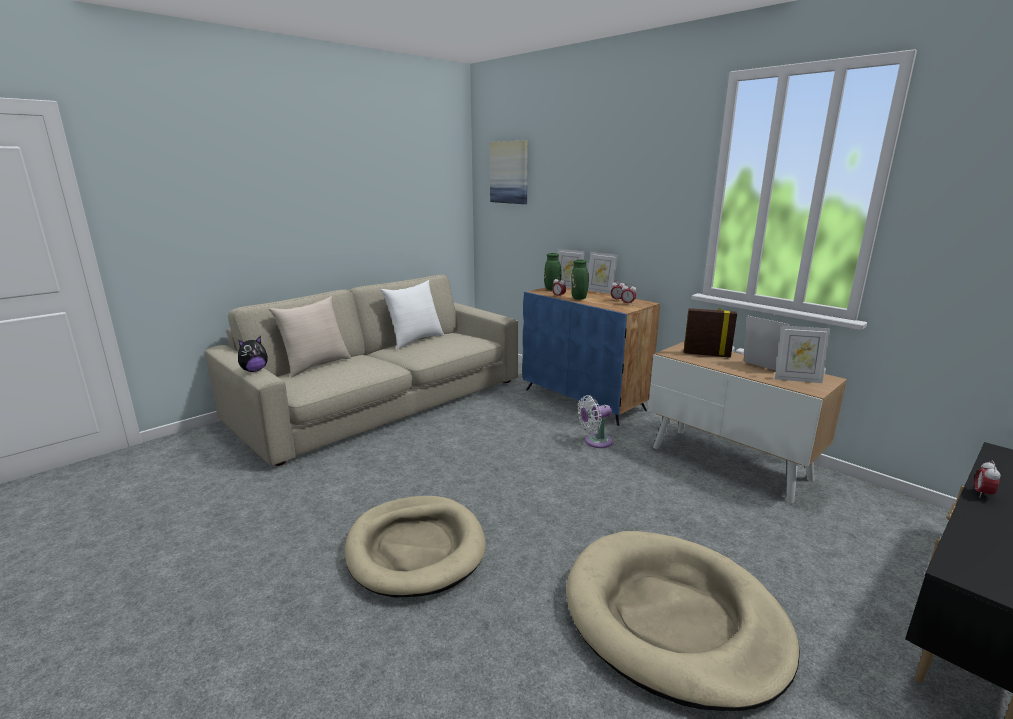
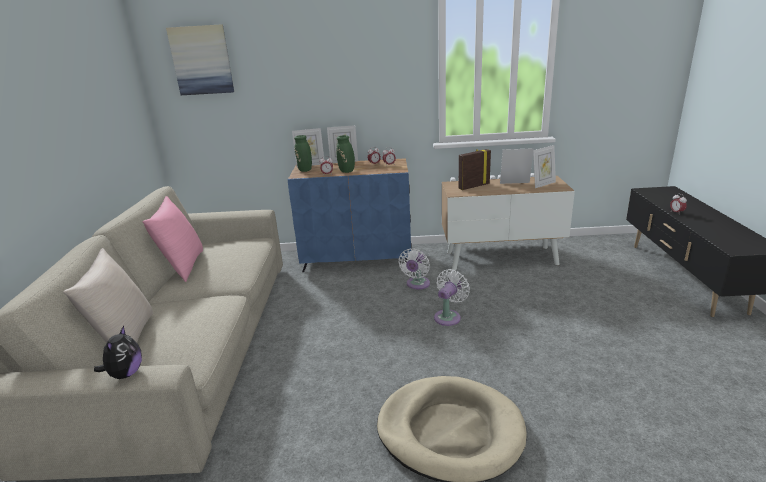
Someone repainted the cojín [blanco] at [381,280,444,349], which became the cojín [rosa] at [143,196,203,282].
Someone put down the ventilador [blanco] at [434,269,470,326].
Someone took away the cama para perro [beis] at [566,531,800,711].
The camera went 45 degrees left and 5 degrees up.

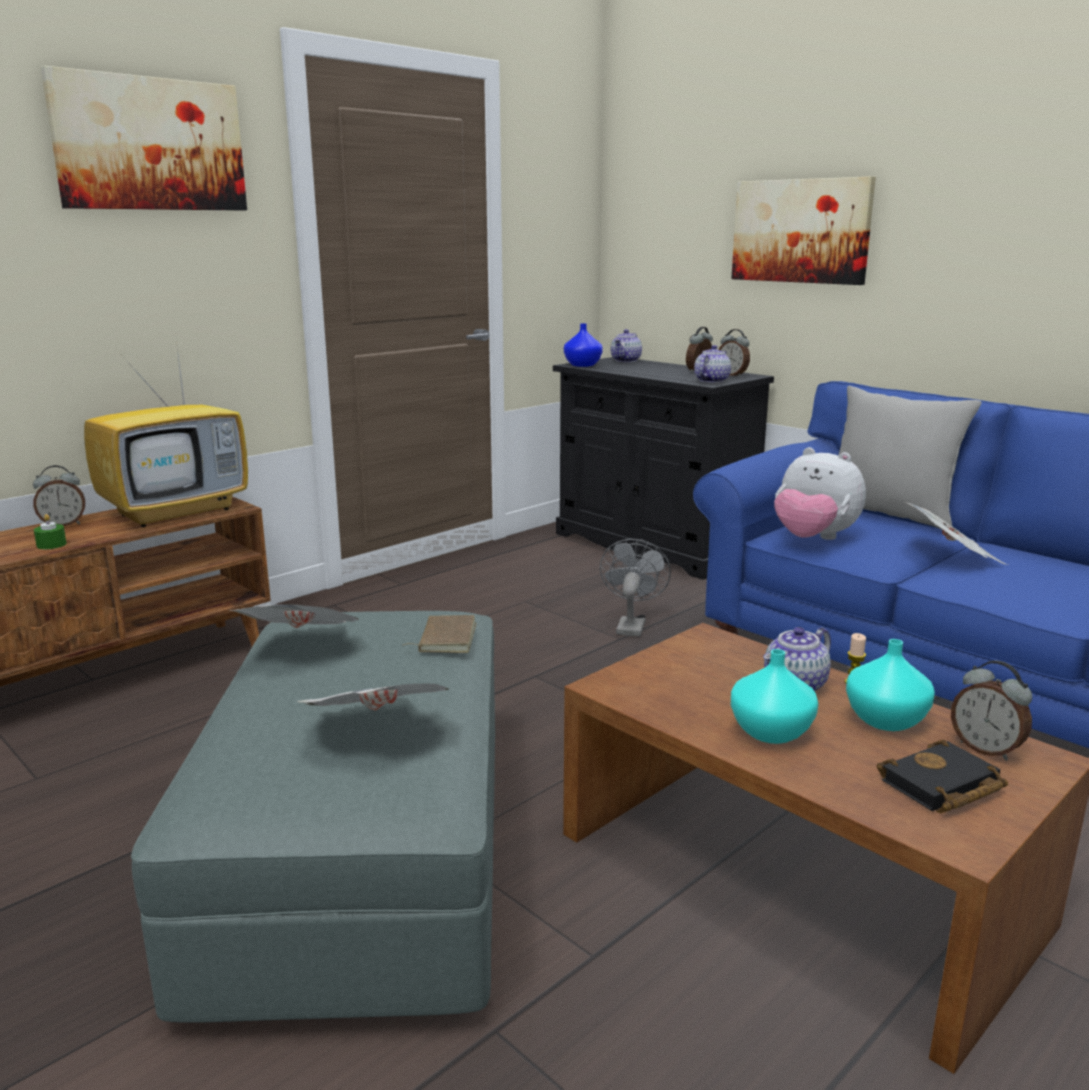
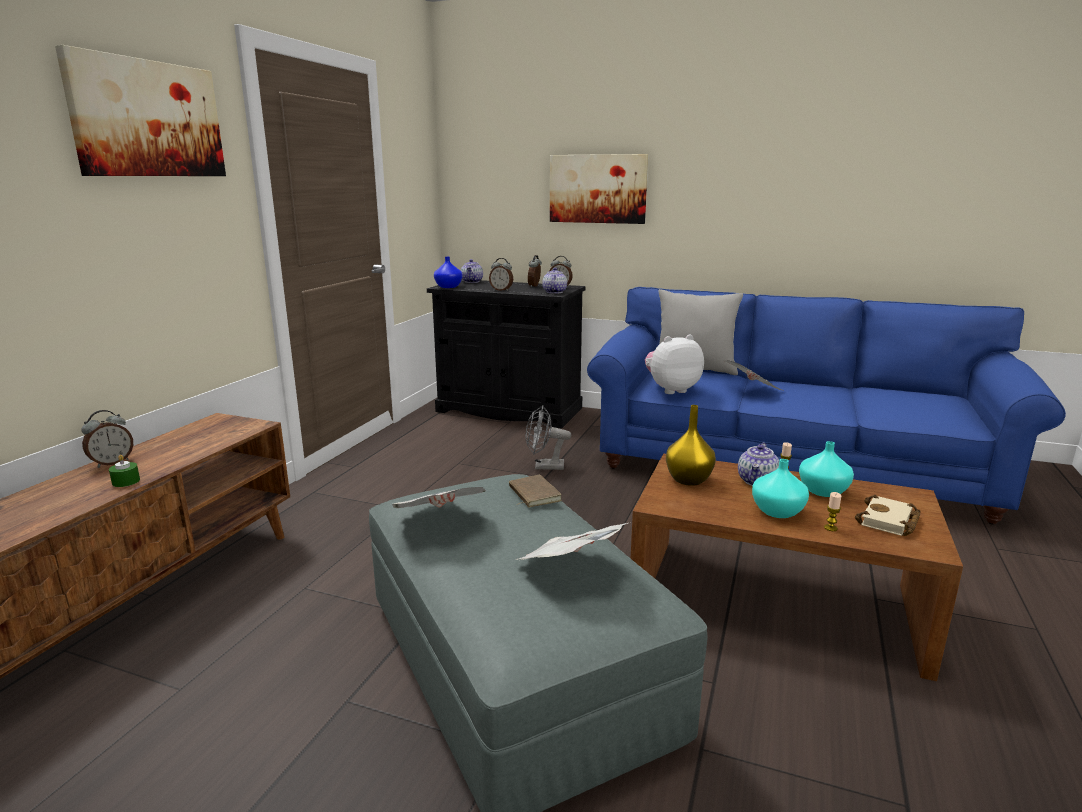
Someone carried the despertador from [951,660,1032,761] to [489,258,513,291].
Someone rotated the ventilador [gris] at [600,539,671,636] by 75 degrees counterclockwise.
Someone rotated the peluche at [774,447,866,540] by 150 degrees clockwise.
Someone put down the florero [amarillo] at [666,405,716,486].
Someone put down the vela at [824,492,841,531].
Someone repainted the libro [negro] at [877,740,1008,813], which became the libro [beis] at [855,495,920,536].
Someone took away the televisor at [84,333,248,527].
The camera went 25 degrees left and 0 degrees up.

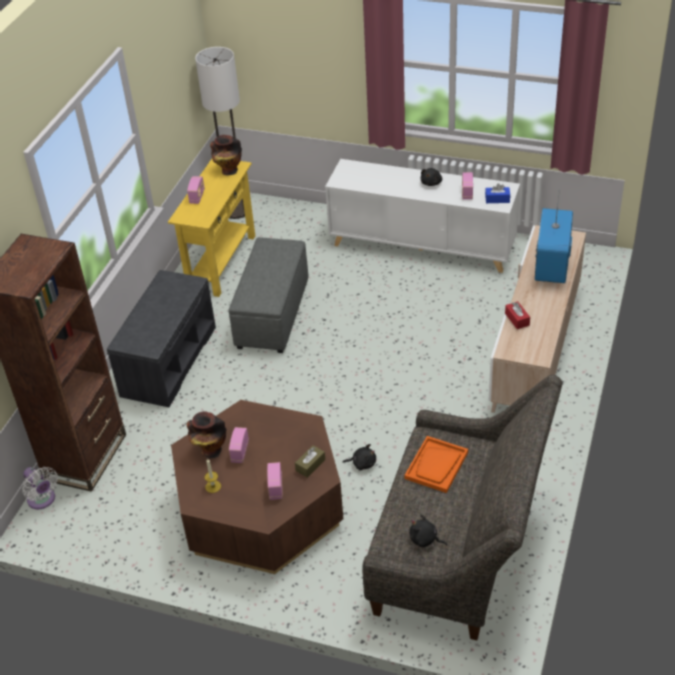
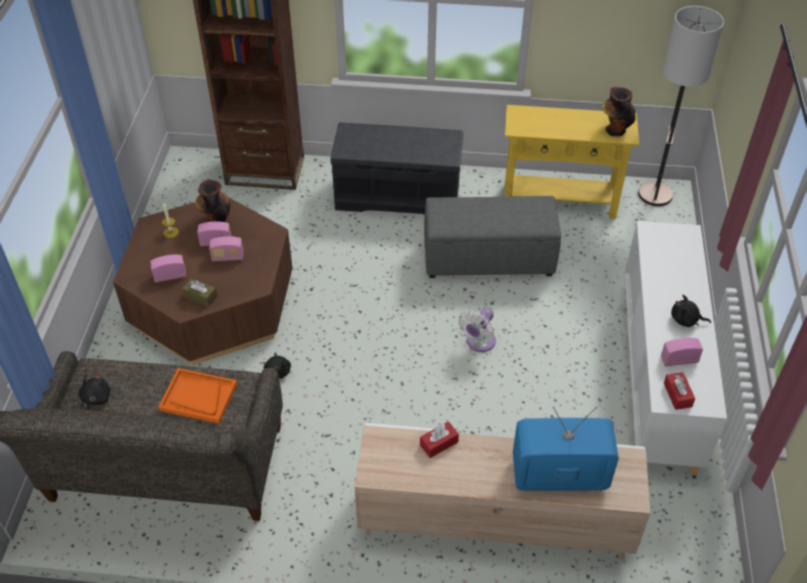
Someone carried the radio from [187,176,205,204] to [209,236,243,261].
Someone carried the ventilador [blanco] from [22,467,58,509] to [458,308,496,352].
Someone repainted the caja de pañuelos [azul] at [485,183,510,203], which became the caja de pañuelos [rojo] at [664,372,695,410].
The camera went 75 degrees right and 5 degrees up.

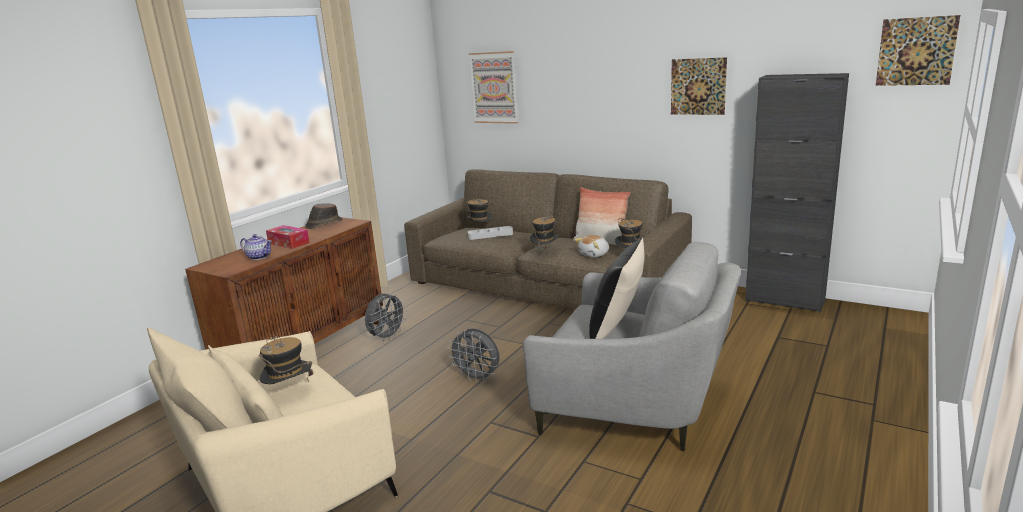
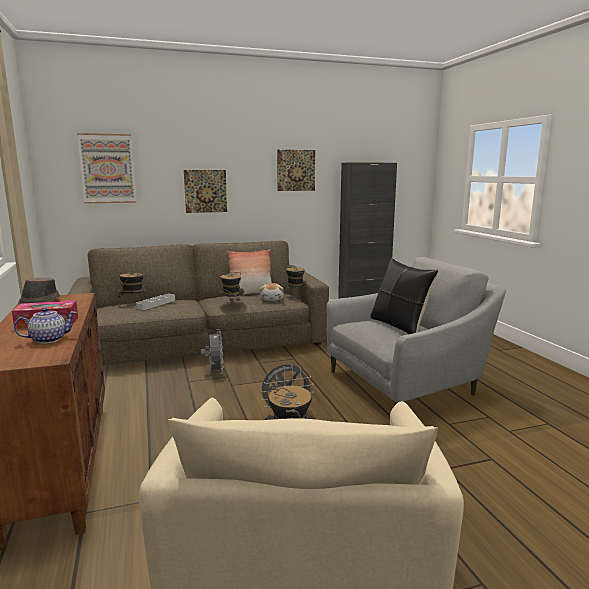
Someone carried the cuadro from [876,15,960,86] to [184,170,227,213].
Someone carried the ventilador [gris] from [365,292,407,341] to [201,329,224,374].
The camera went 50 degrees left and 5 degrees down.

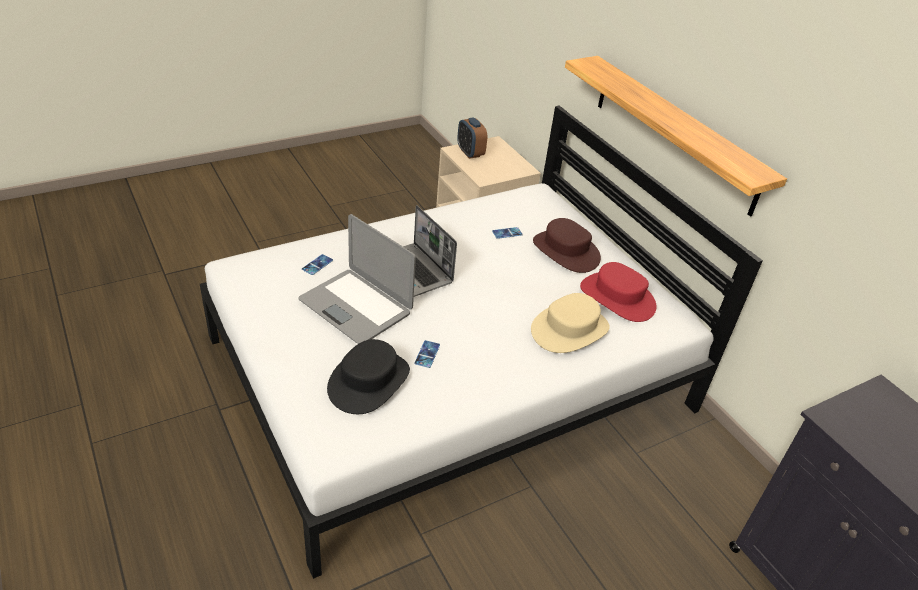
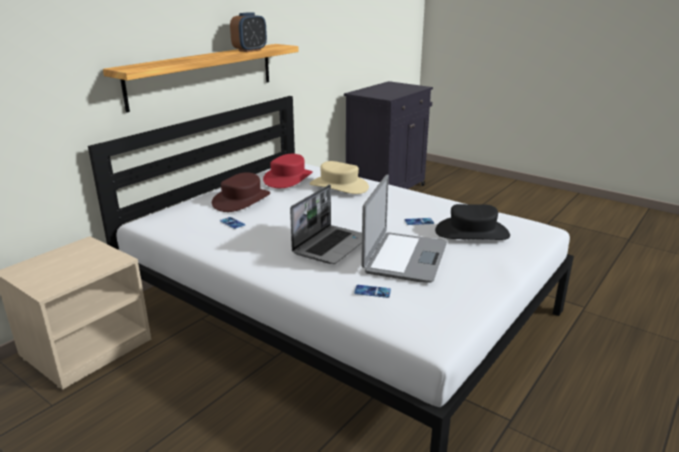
Someone carried the despertador from [457,117,487,159] to [230,12,267,52].
The camera went 110 degrees left and 15 degrees down.

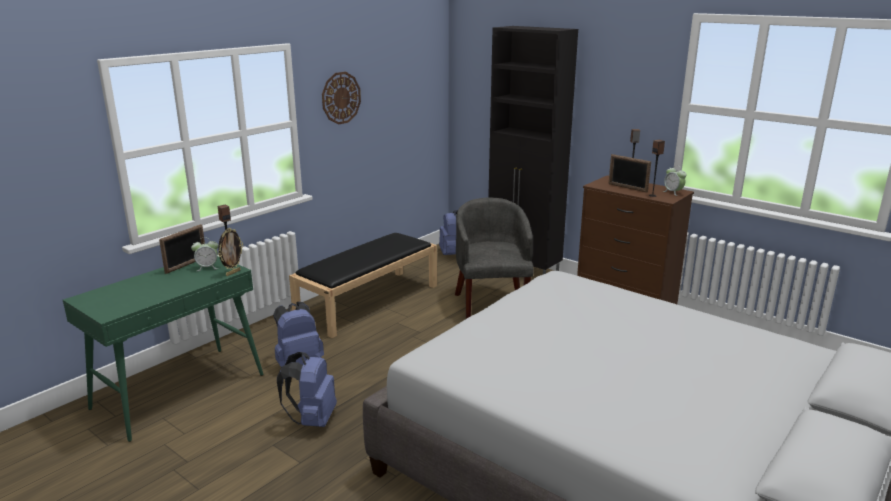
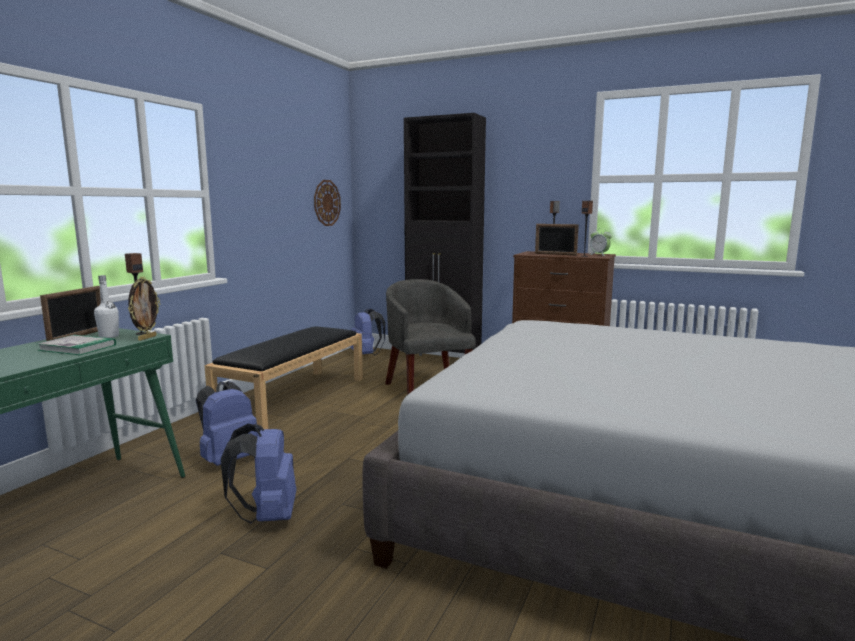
Someone put down the libro at [37,335,116,355].
Someone swapped the despertador at [191,238,219,271] for the botella [blanco] at [94,275,119,338].
Someone carried the reloj de pared from [322,72,361,125] to [314,180,341,226].
The camera went 15 degrees left and 10 degrees down.

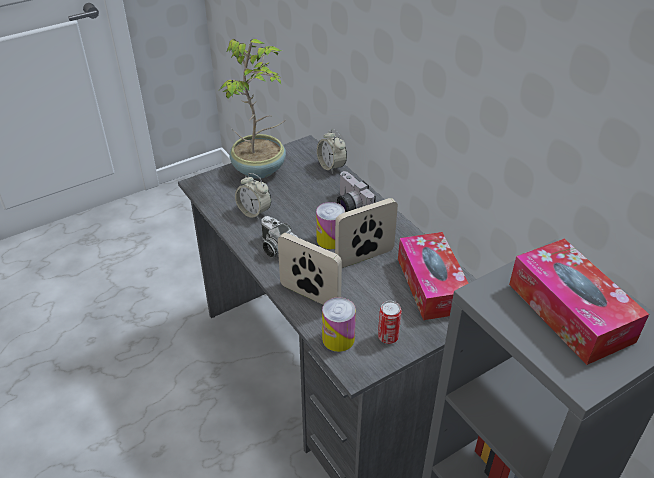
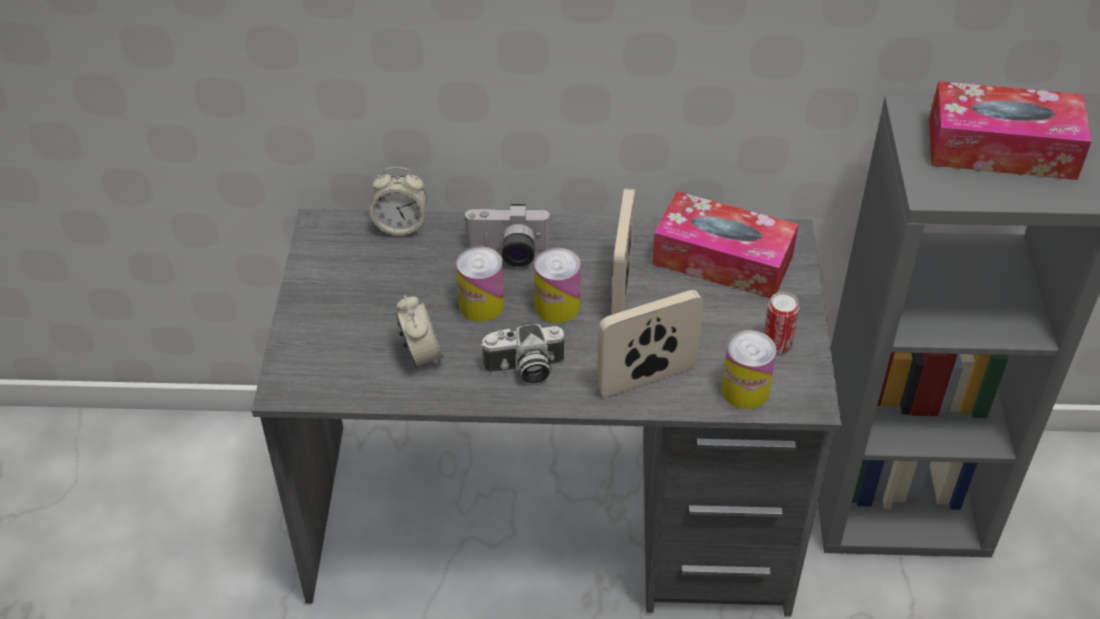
Someone rotated the despertador at [235,173,271,219] by 90 degrees counterclockwise.
Someone put down the lata at [456,246,504,322].
Someone took away the planta en maceta at [220,39,286,179].
The camera went 55 degrees left and 5 degrees up.

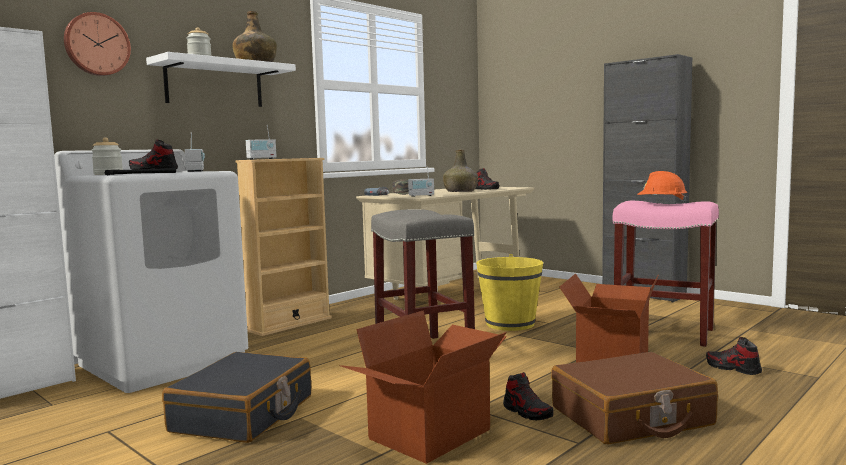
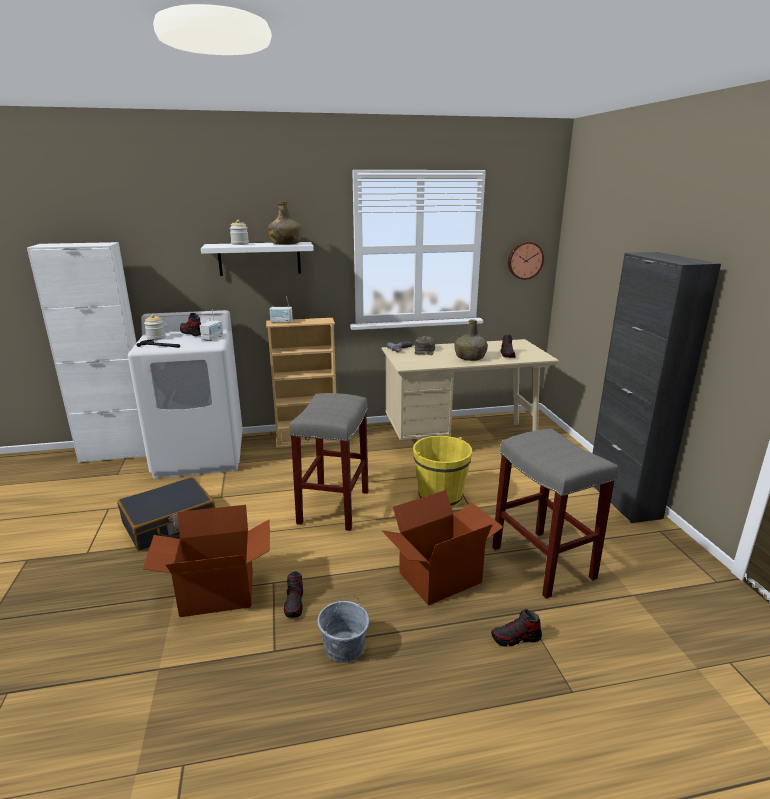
Someone swapped the maleta [marrón] at [551,352,718,444] for the cubo [gris] at [318,595,369,663].
Someone rotated the zapato at [706,337,762,375] by 90 degrees counterclockwise.
Someone repainted the taburete [rosa] at [613,201,719,347], which became the taburete [gris] at [492,429,618,599].
Someone carried the reloj de pared from [64,12,131,76] to [508,241,544,280].
Someone took away the radio at [408,166,434,197].
Someone took away the casco [naranja] at [637,171,688,203].
The camera went 35 degrees right and 15 degrees up.

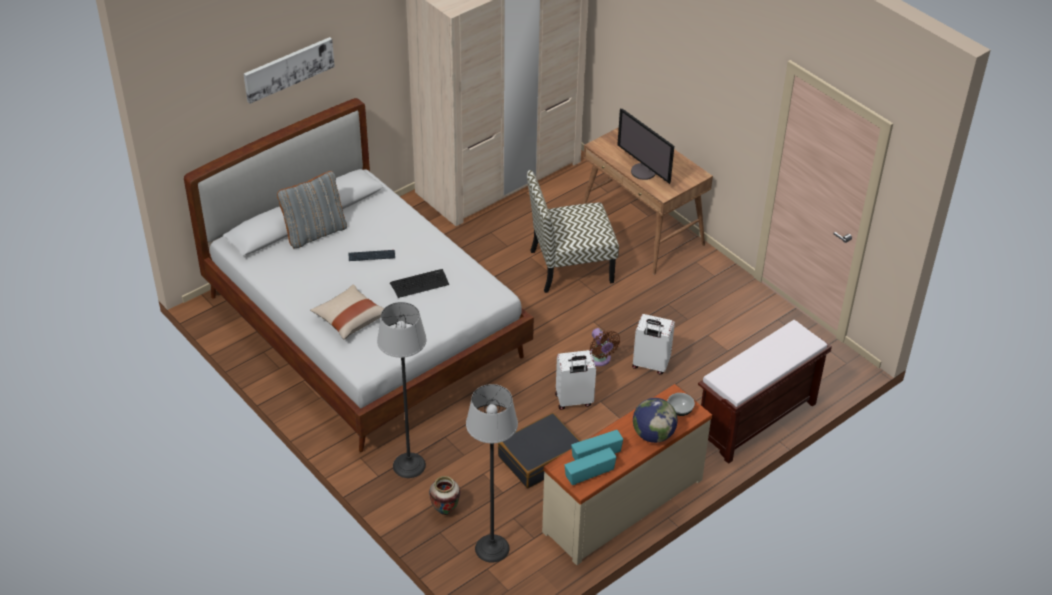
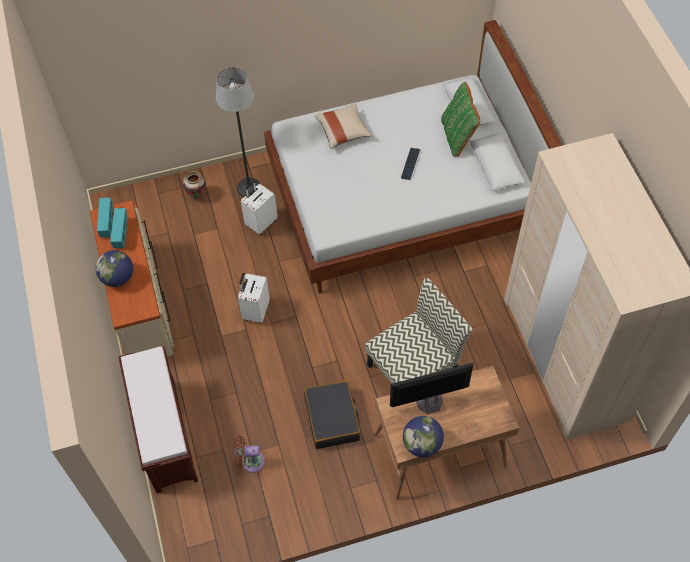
Someone carried the ventilador [marrón] from [590,328,620,366] to [234,436,265,473].
Someone carried the maleta [blanco] from [632,314,675,374] to [241,181,278,235].
Someone carried the maleta [negro] from [498,413,580,488] to [304,380,361,449].
Someone rotated the silla at [527,170,619,293] by 45 degrees clockwise.
Someone put down the globo terráqueo at [403,416,444,458].
Someone repainted the cojín [gris] at [277,171,347,248], which became the cojín [verde] at [441,82,480,157].
Someone took away the cuadro at [244,37,335,104].
Someone took away the teclado at [390,269,449,298].
Someone took away the lámpara de pie at [466,384,518,563].
Someone took away the cuenco at [667,393,695,416].
The camera went 115 degrees right and 15 degrees up.

